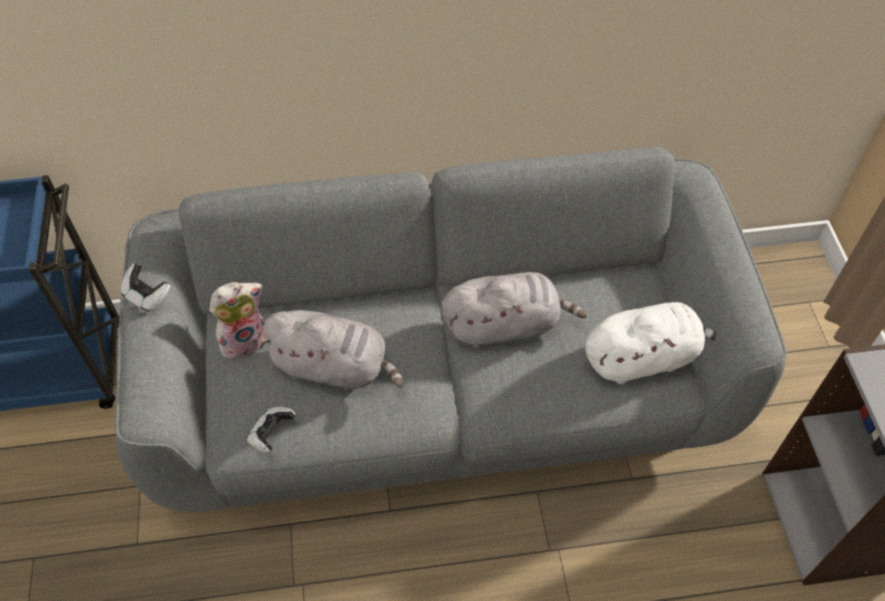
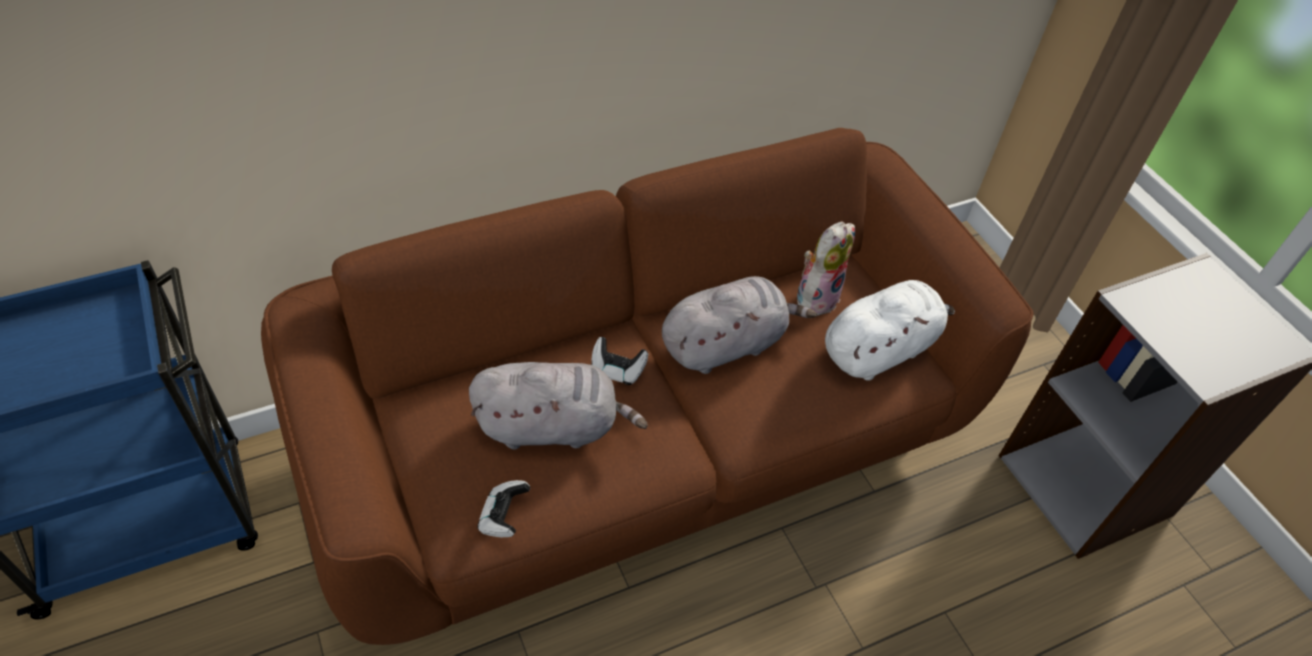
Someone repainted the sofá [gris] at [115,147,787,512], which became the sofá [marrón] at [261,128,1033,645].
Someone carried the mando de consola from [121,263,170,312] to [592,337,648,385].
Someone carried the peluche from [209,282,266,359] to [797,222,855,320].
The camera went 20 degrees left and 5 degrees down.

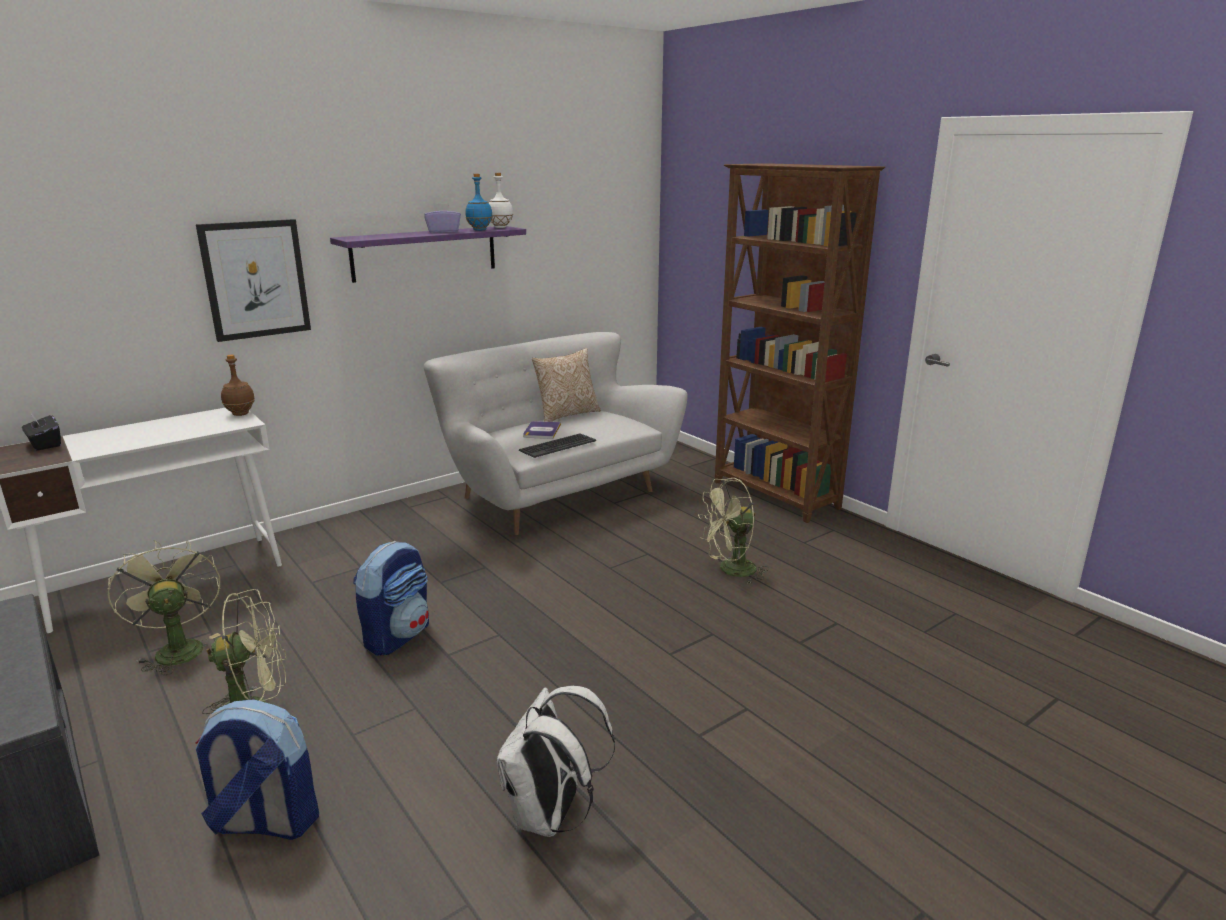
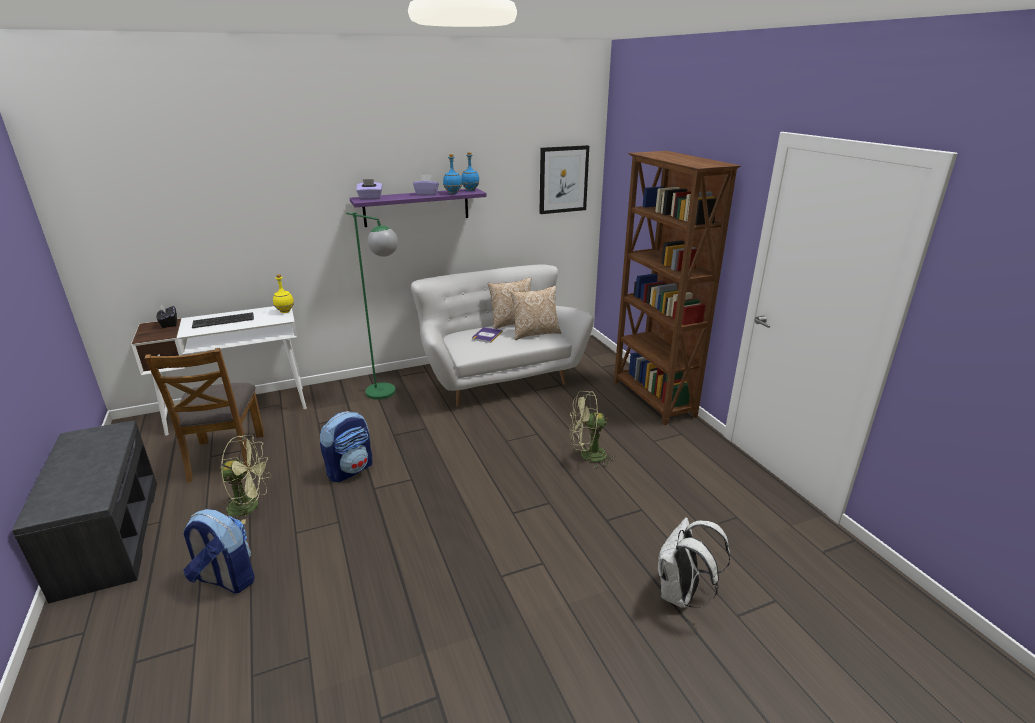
Someone swapped the ventilador [verde] at [107,540,220,675] for the silla [marrón] at [145,348,265,483].
Someone carried the teclado from [519,433,596,458] to [192,312,254,328].
Someone repainted the botella [marrón] at [221,355,255,416], which became the botella [amarillo] at [273,274,294,313].
Someone put down the lámpara de pie [verde] at [346,212,398,400].
Someone put down the caja de pañuelos [morado] at [356,179,382,200].
Someone repainted the botella [blanco] at [489,173,513,228], which became the botella [azul] at [461,152,480,191].
Someone put down the cojín at [510,286,561,340].
Someone carried the cuadro from [196,219,311,342] to [539,145,589,214].
Someone carried the mochila [blanco] from [497,686,615,837] to [658,517,730,608].
The camera went 15 degrees right and 5 degrees up.

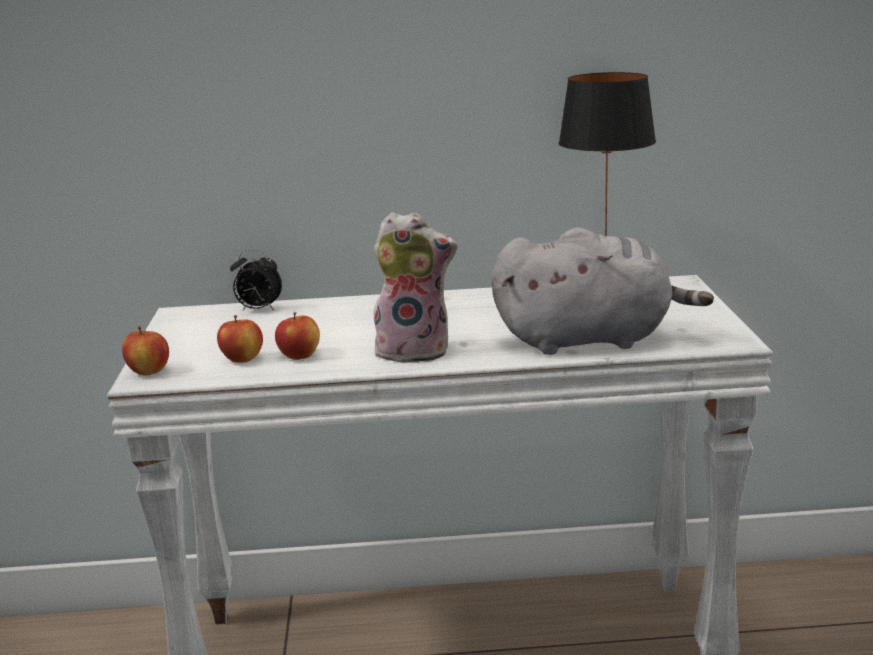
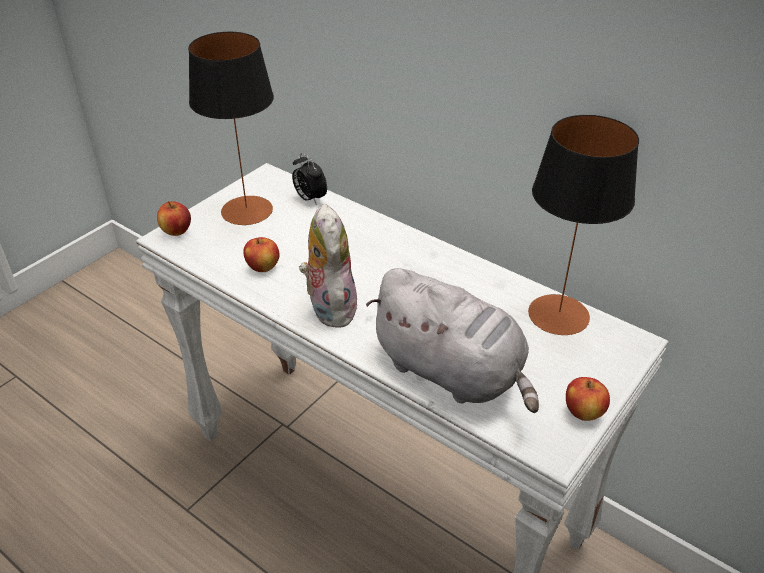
Someone put down the lámpara de mesa at [188,32,274,225].
Someone rotated the peluche at [370,212,458,363] by 150 degrees counterclockwise.
Someone carried the manzana from [217,315,263,363] to [566,377,610,421].
The camera went 40 degrees right and 20 degrees up.

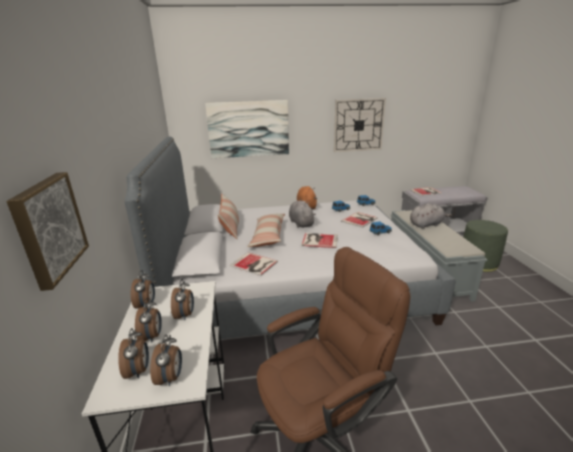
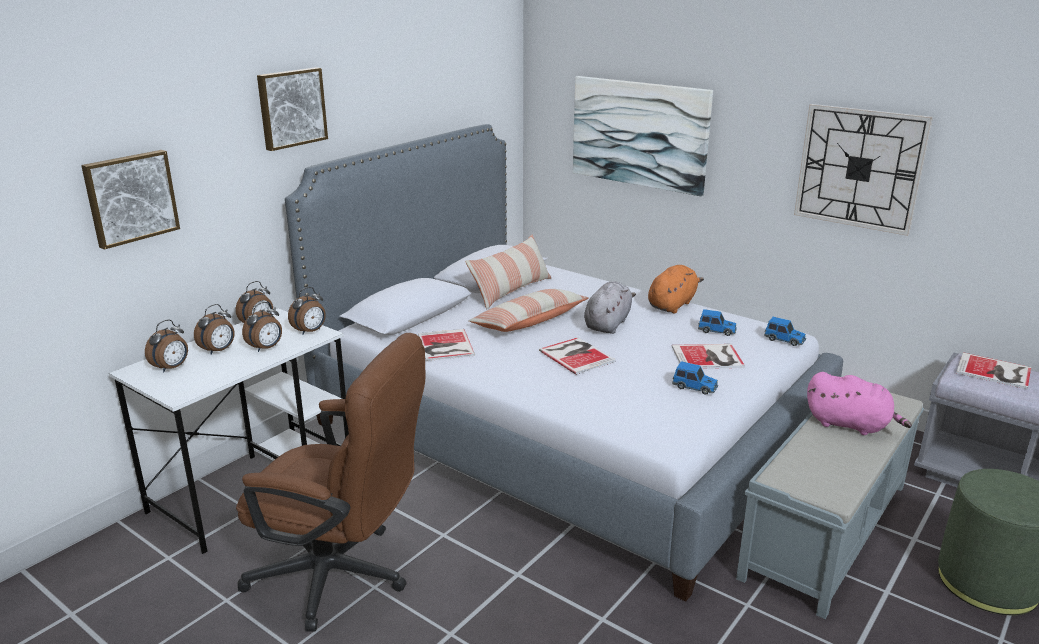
Someone put up the cuadro at [257,67,328,151].
Someone carried the despertador from [150,334,182,386] to [288,287,326,335].
Someone repainted the peluche [gris] at [410,203,452,229], which became the peluche [rosa] at [807,372,912,435].
The camera went 45 degrees right and 0 degrees up.

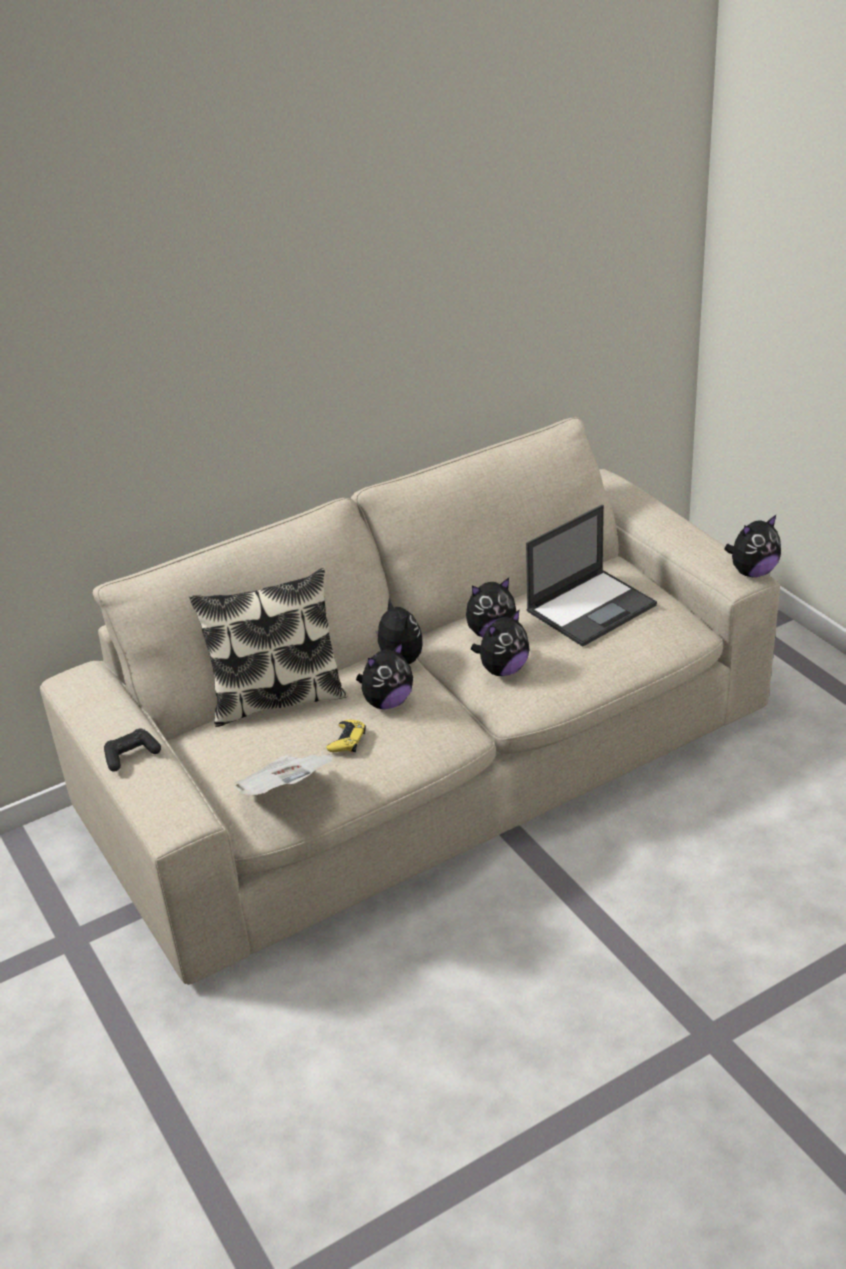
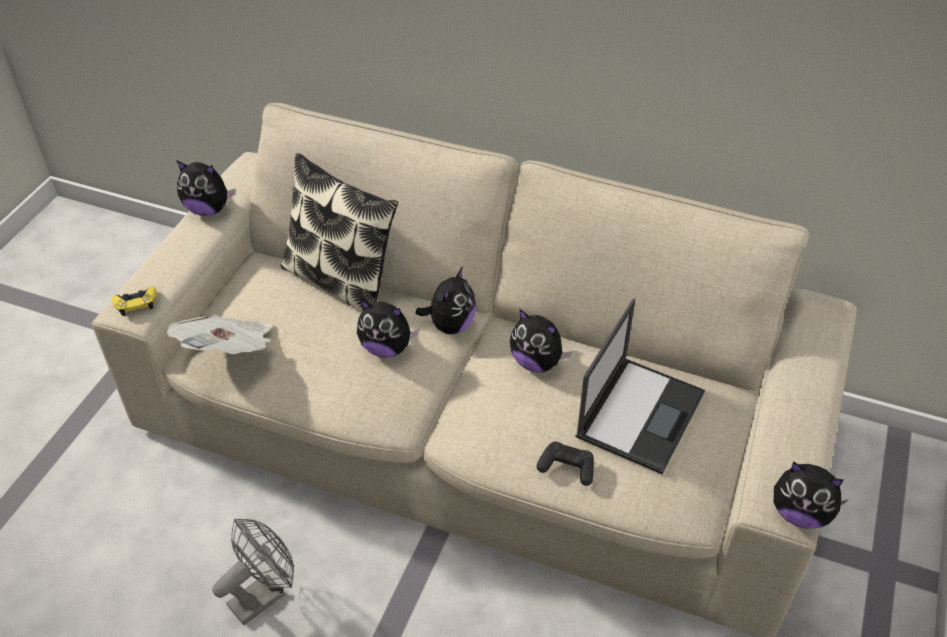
Someone carried the mando de consola [amarillo] from [326,720,366,752] to [112,286,157,316].
Someone carried the peluche from [471,609,530,676] to [176,160,236,216].
Someone put down the ventilador [gris] at [212,518,294,625].
Someone carried the mando de consola [negro] from [104,728,161,772] to [537,442,594,486].
Someone rotated the portátil at [526,505,657,647] by 75 degrees counterclockwise.
The camera went 50 degrees right and 10 degrees up.

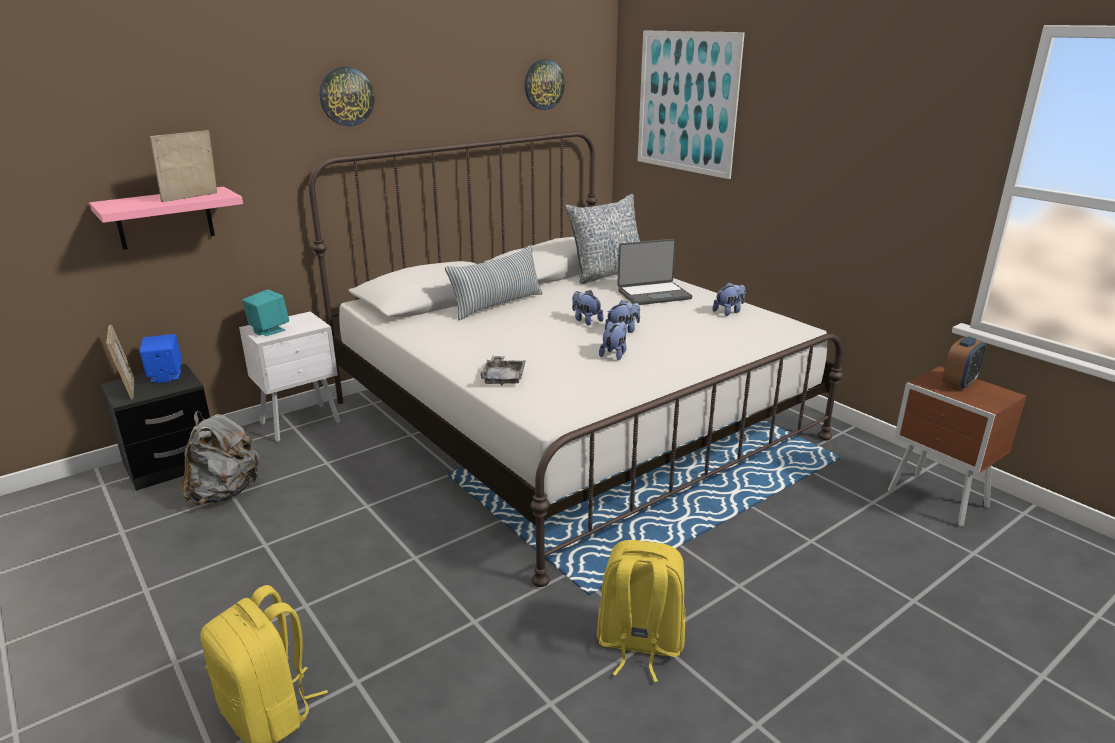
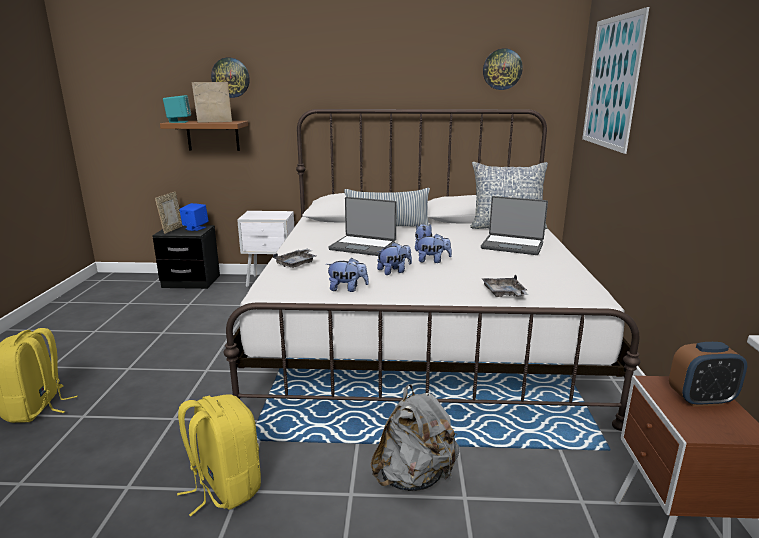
Someone repainted the estante [rosa] at [89,186,243,250], which became the estante [marrón] at [160,121,248,151].
Someone carried the altavoz [turquesa] from [242,289,289,336] to [163,95,191,123].
Someone carried the reloj de pared from [320,67,374,126] to [211,58,250,98].
Someone carried the peluche from [712,282,746,316] to [326,258,369,292].
Someone put down the portátil at [328,197,397,256].
Someone carried the mochila [gris] from [181,411,260,505] to [371,384,459,491].
Someone put down the bandeja [gris] at [481,275,528,297].
The camera went 40 degrees right and 5 degrees down.

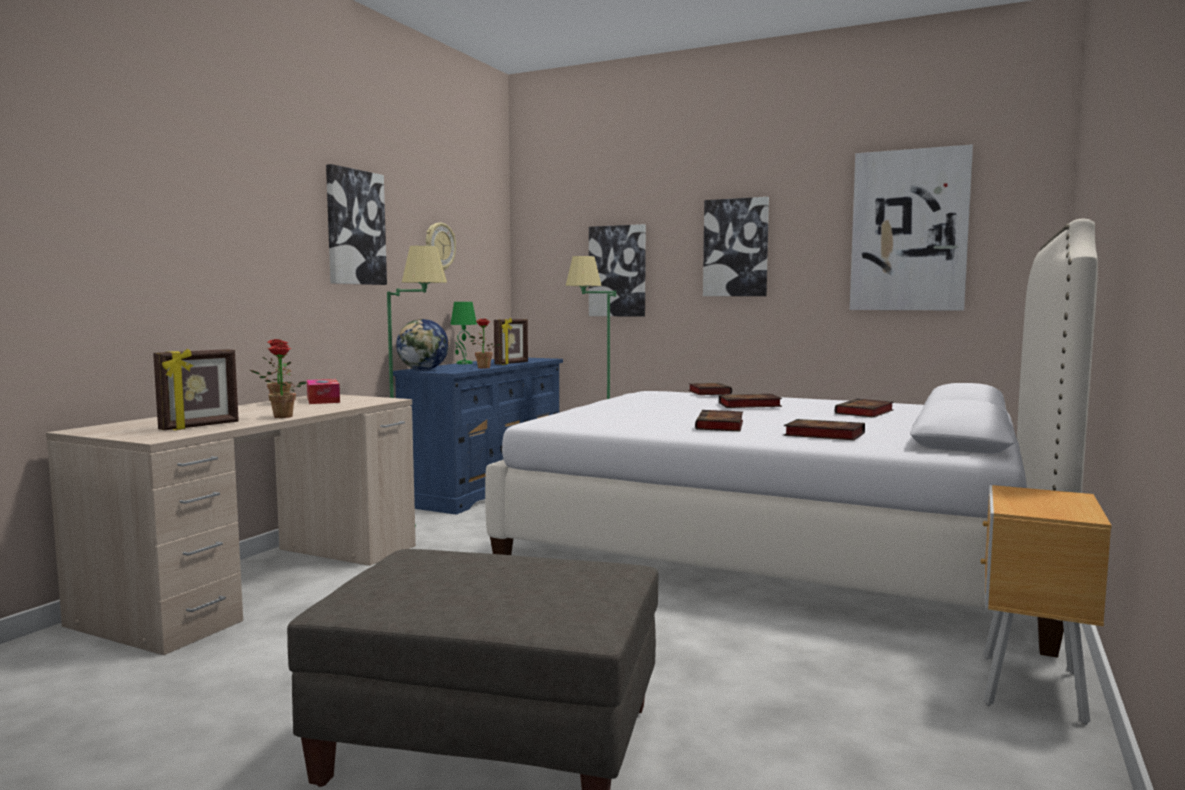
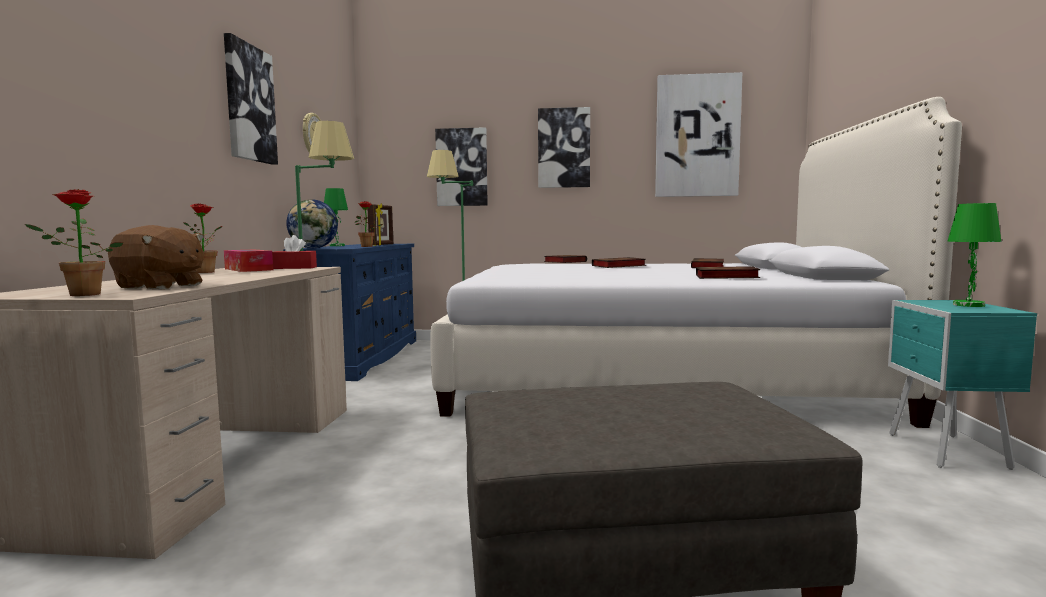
Someone carried the planta en maceta from [250,344,306,418] to [25,189,123,296].
Someone swapped the portarretratos at [153,349,239,430] for the peluche [marrón] at [108,225,204,289].
Someone put down the caja de pañuelos [rojo] at [272,235,317,269].
Someone repainted the mesita de noche [marrón] at [981,485,1112,725], which became the mesita de noche [turquesa] at [888,300,1037,470].
Someone put down the lámpara de mesa [verde] at [947,203,1001,307].
Someone took away the libro at [695,410,743,432].
The camera went 20 degrees left and 0 degrees up.

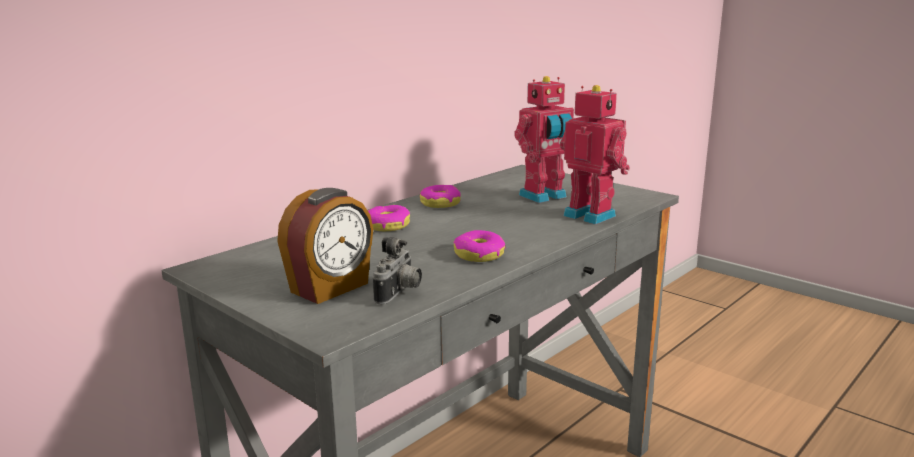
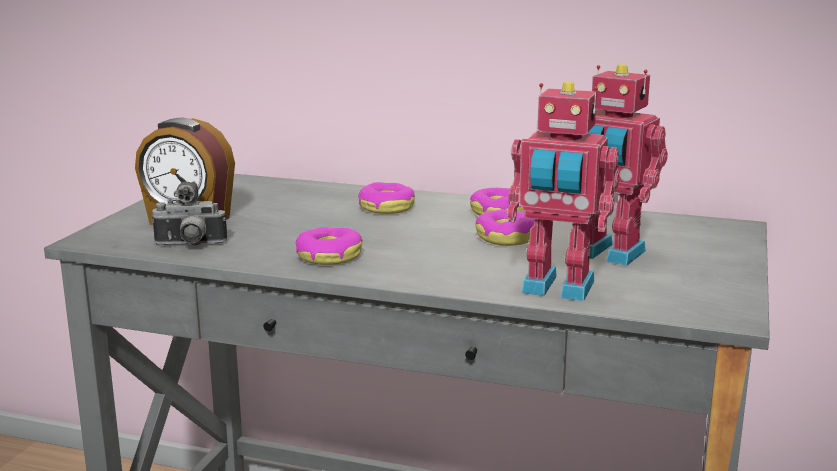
Someone put down the rosquilla at [475,210,535,246].
Someone rotated the robot de juguete at [560,85,630,224] by 90 degrees clockwise.
The camera went 65 degrees right and 0 degrees up.

